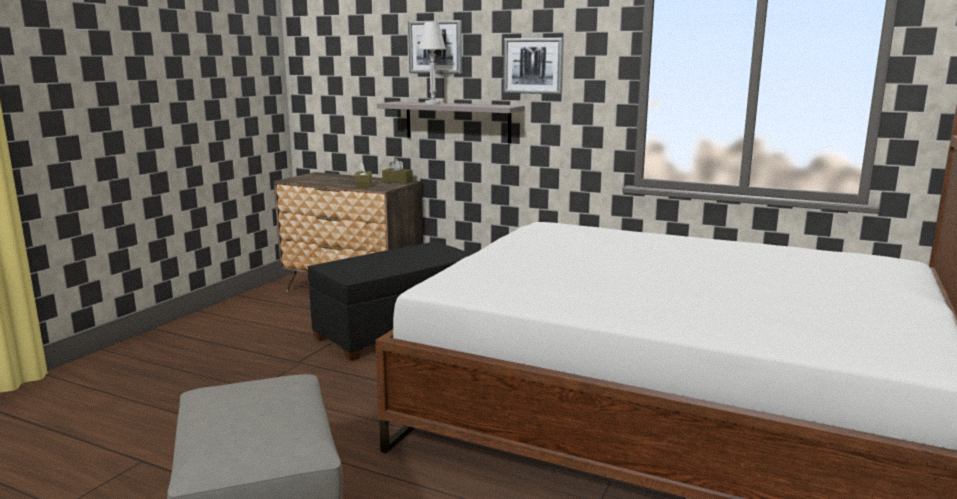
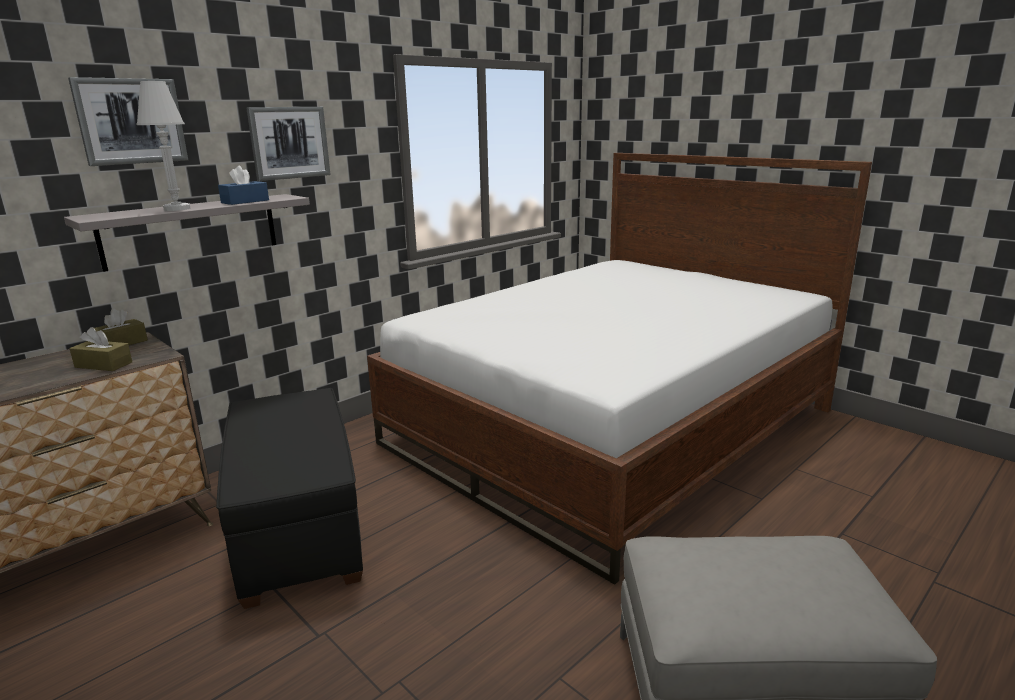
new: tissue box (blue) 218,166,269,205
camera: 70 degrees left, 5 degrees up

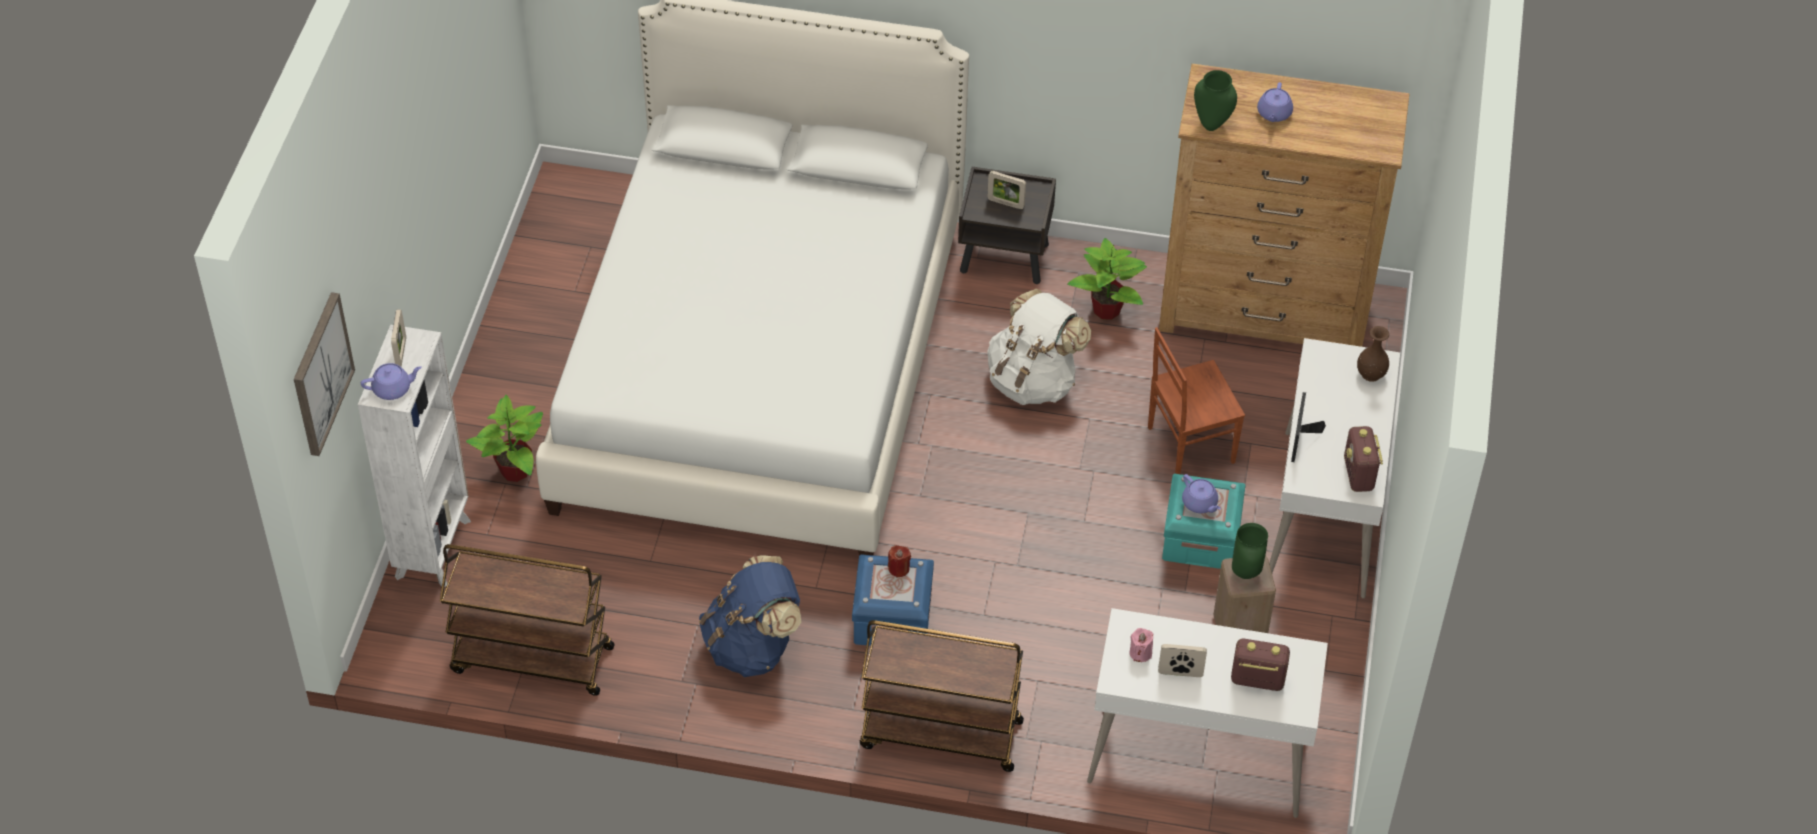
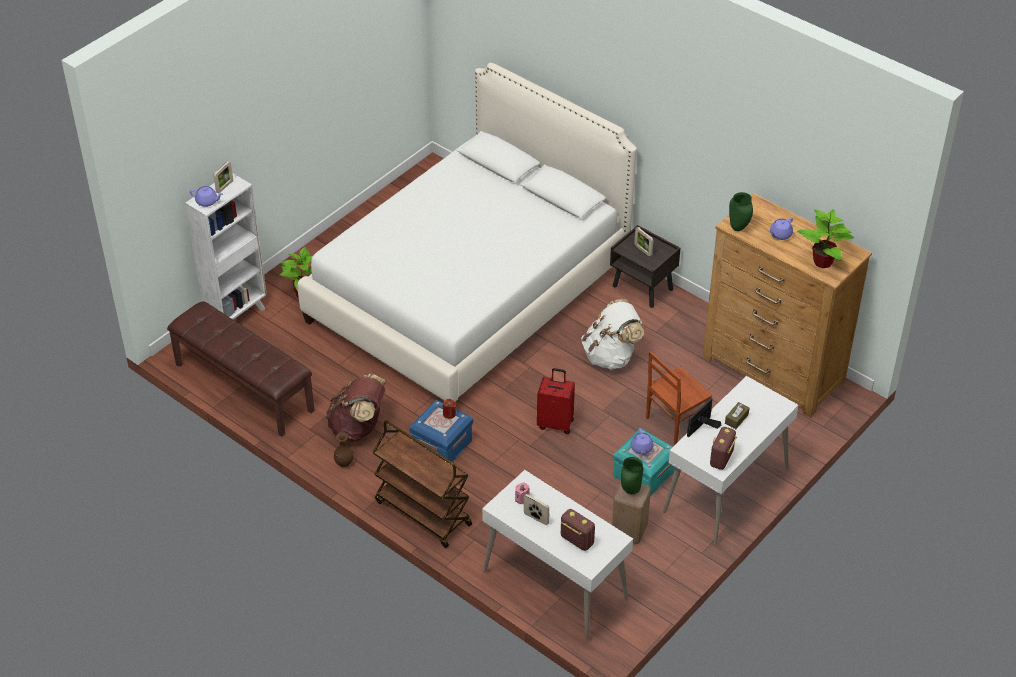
gone: picture 294,292,355,456
new: suitcase (red) 537,368,575,434; tissue box (brown) 725,402,749,429
shifted: potted plant 1067,238,1147,320 to 797,209,855,268; vase (brown) 1357,326,1389,382 to 334,433,354,467
swapped: cart (brown) 440,544,615,696 to bench (brown) 167,301,315,437
repainted: backpack (blue) 699,555,801,677 to backpack (brown) 326,374,386,442
rotated: chair (brown) 1148,327,1245,474 = 646,351,712,445 45 degrees counterclockwise
camera: 30 degrees right, 5 degrees down

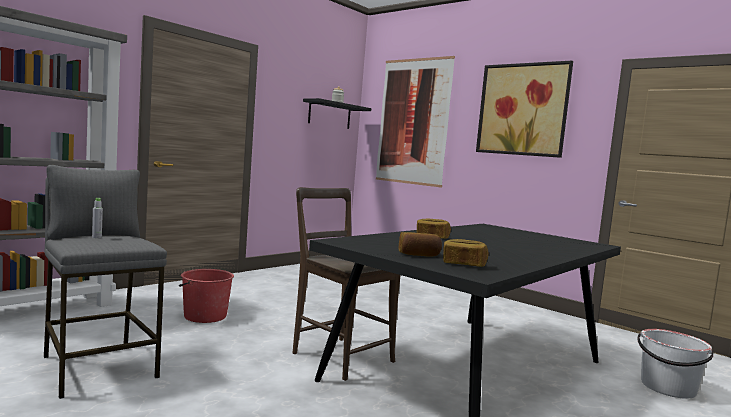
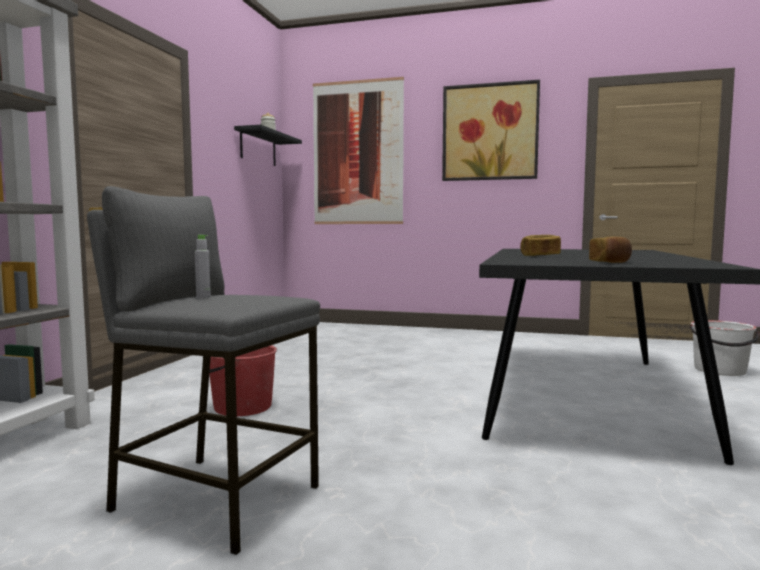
gone: chair (brown) 293,187,401,381; bread 443,239,489,267
camera: 25 degrees left, 0 degrees up

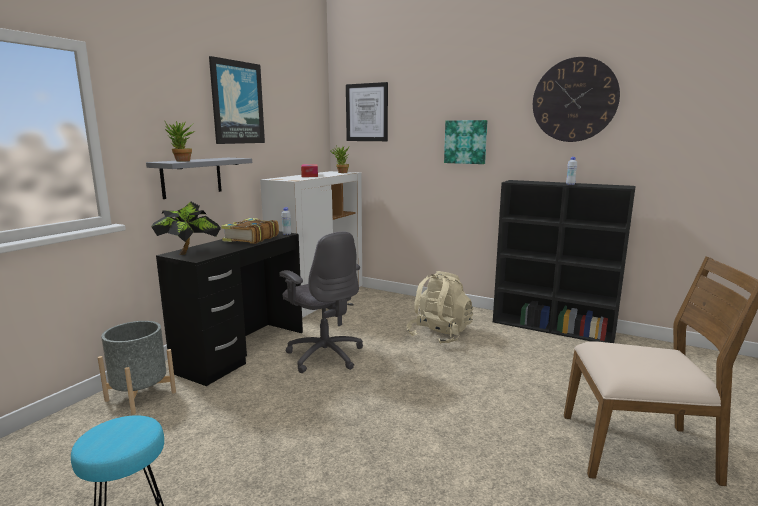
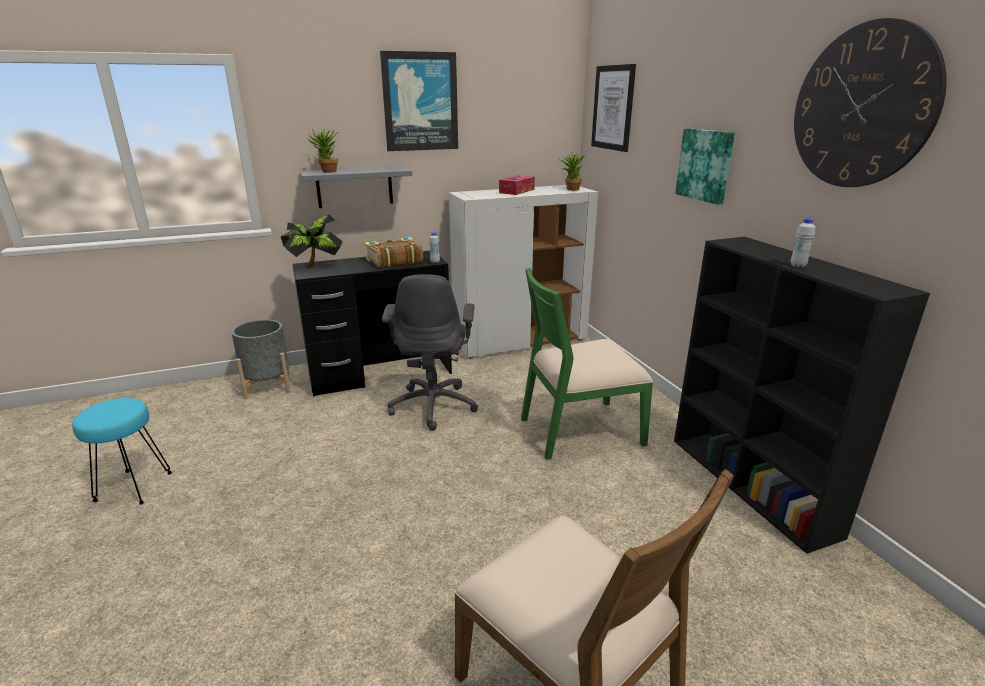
swapped: backpack (beige) 406,271,473,344 to chair (green) 521,268,653,460
camera: 40 degrees right, 10 degrees up

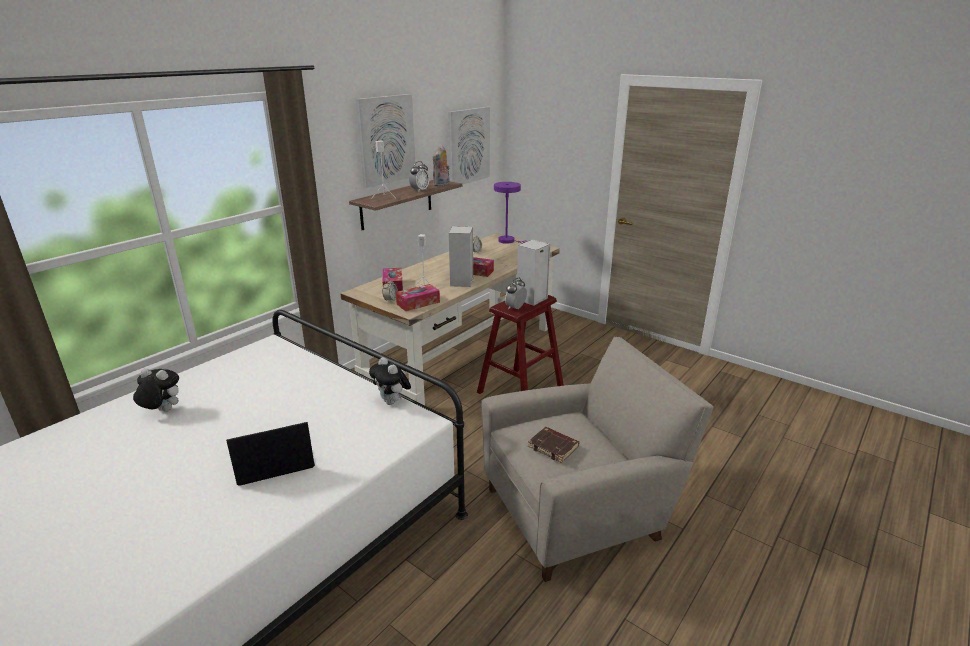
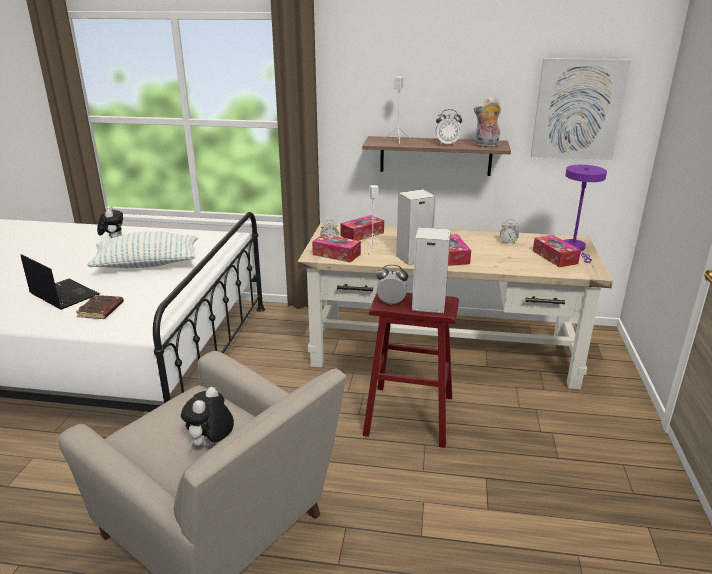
gone: picture 356,94,416,188
new: pillow 87,231,198,268; tissue box 533,235,581,267
shifted: plush toy 369,357,411,405 to 181,387,234,447; book (brown) 528,427,579,463 to 76,295,124,319
camera: 60 degrees right, 0 degrees up

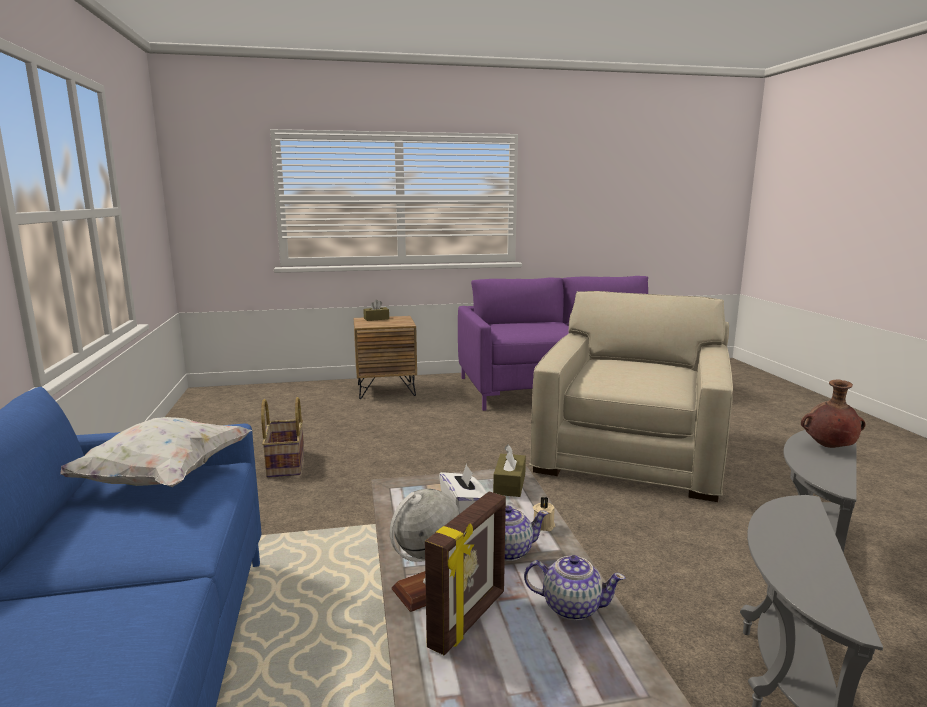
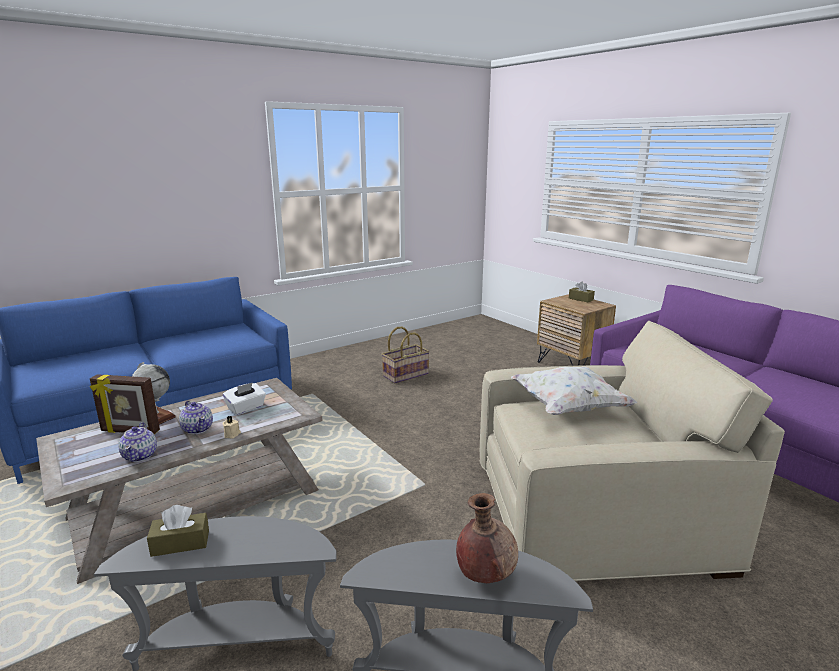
shifted: pillow (white) 60,417,252,487 to 511,367,637,415; tissue box (brown) 493,444,526,497 to 147,505,209,557
camera: 65 degrees right, 5 degrees up

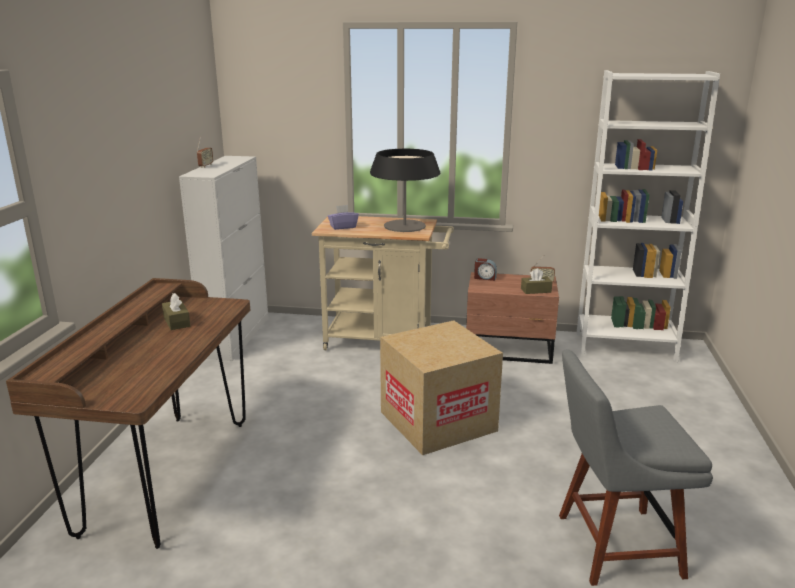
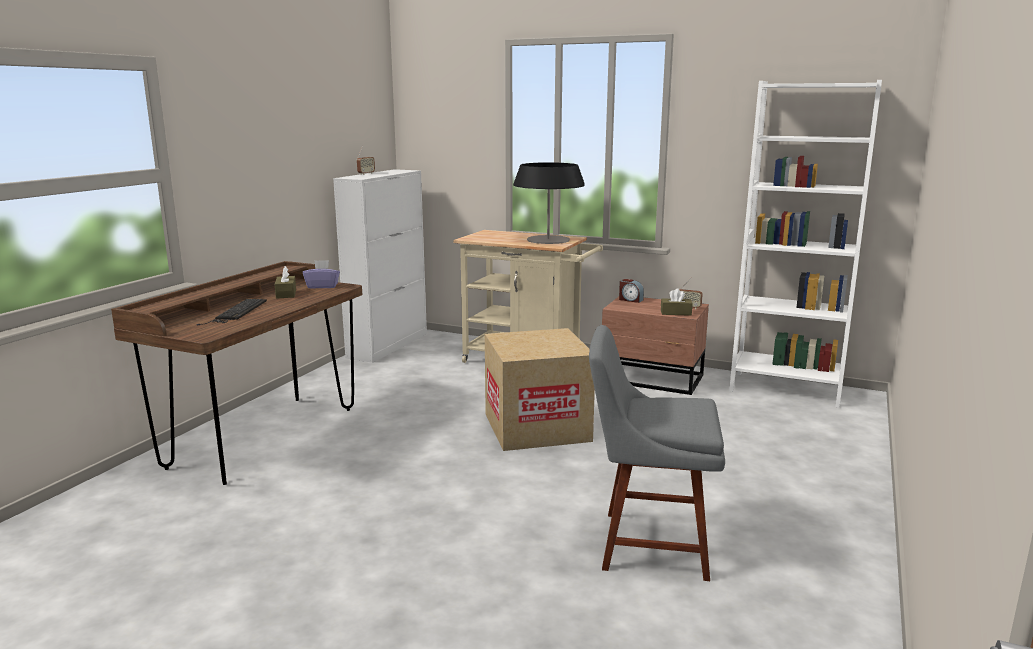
new: keyboard 196,299,267,325
shifted: tissue box (purple) 328,205,359,230 to 303,260,340,288
camera: 15 degrees right, 5 degrees down

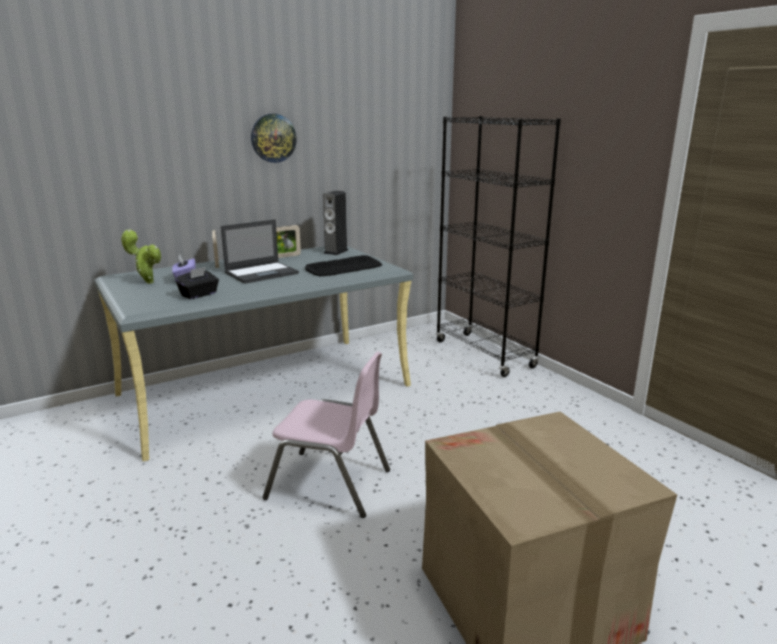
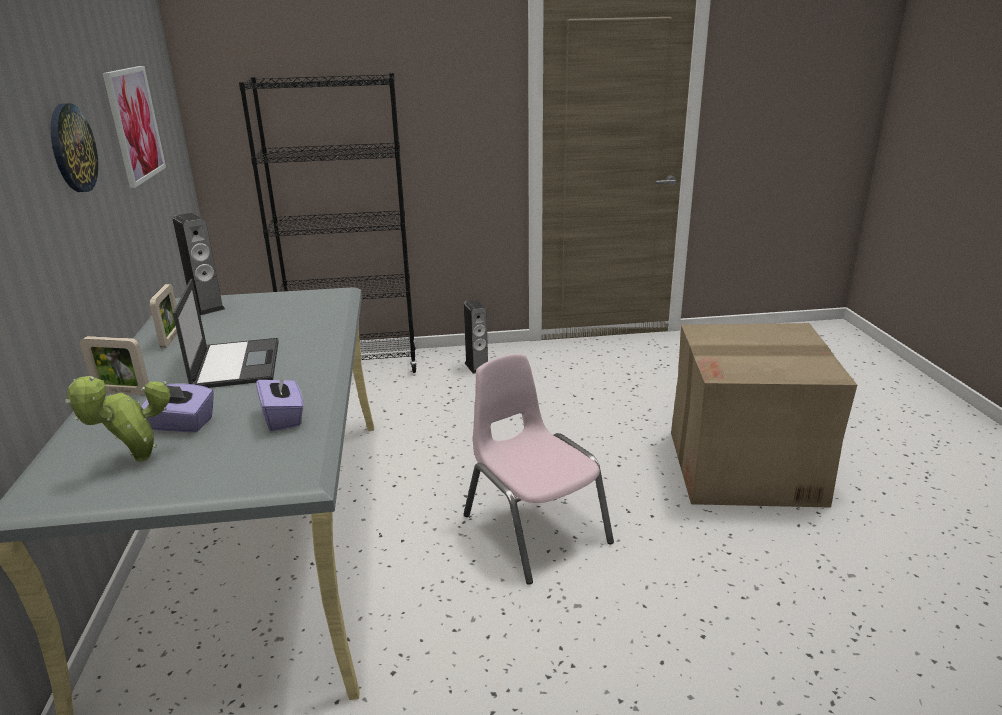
gone: keyboard 305,255,382,276
new: picture 103,66,166,188; speaker 464,300,488,374
repainted: tissue box (black) 175,267,219,299 to tissue box (purple) 256,369,304,431
rotated: chair (pink) 262,352,390,518 = 464,354,614,585 75 degrees counterclockwise
camera: 65 degrees left, 5 degrees up

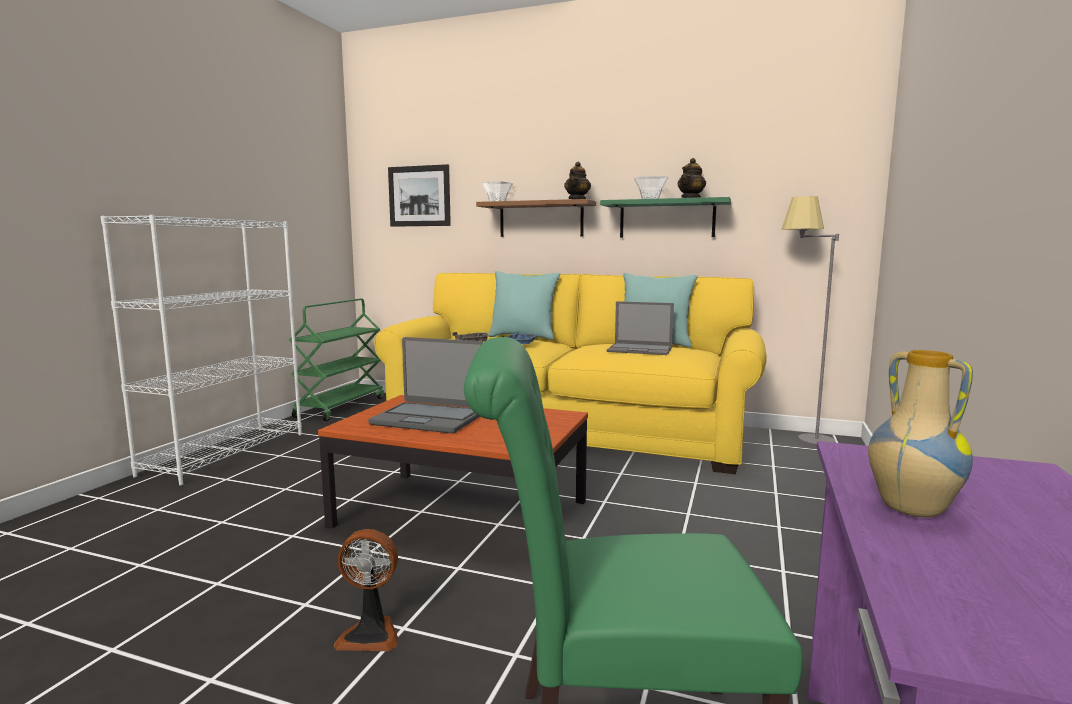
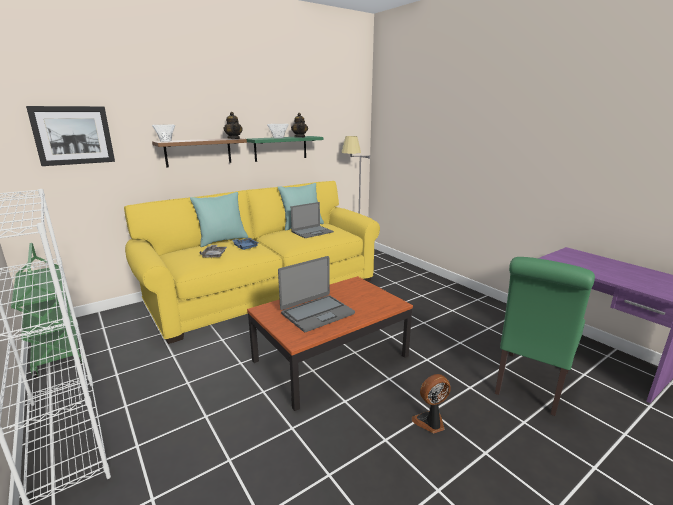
gone: vase 868,350,973,517
rotated: fan 334,529,398,651 = 412,374,451,433 150 degrees counterclockwise
camera: 55 degrees left, 10 degrees up

